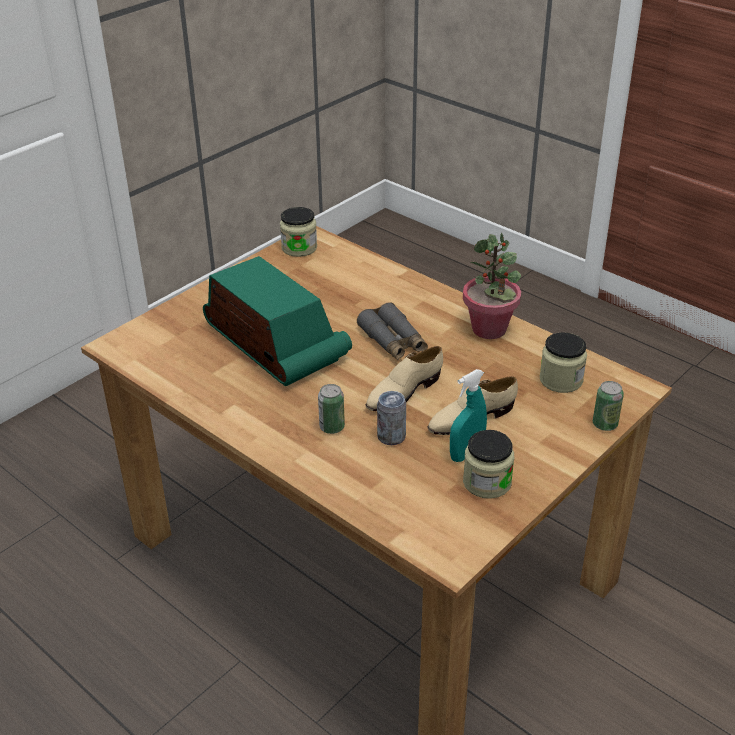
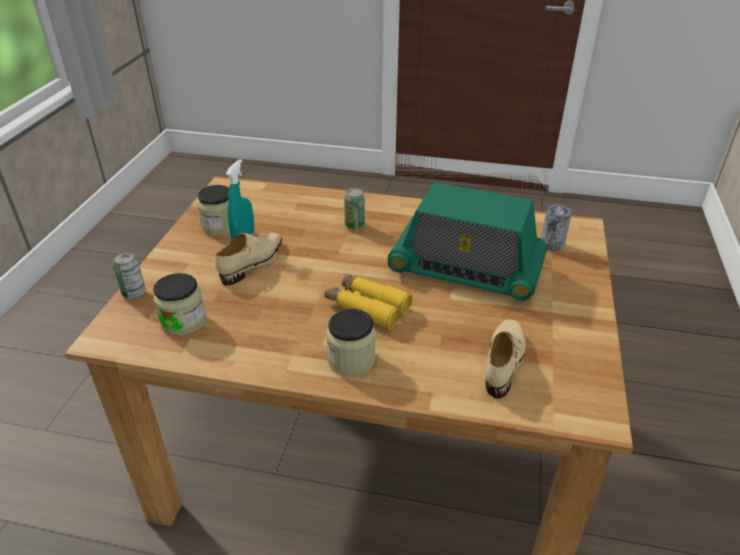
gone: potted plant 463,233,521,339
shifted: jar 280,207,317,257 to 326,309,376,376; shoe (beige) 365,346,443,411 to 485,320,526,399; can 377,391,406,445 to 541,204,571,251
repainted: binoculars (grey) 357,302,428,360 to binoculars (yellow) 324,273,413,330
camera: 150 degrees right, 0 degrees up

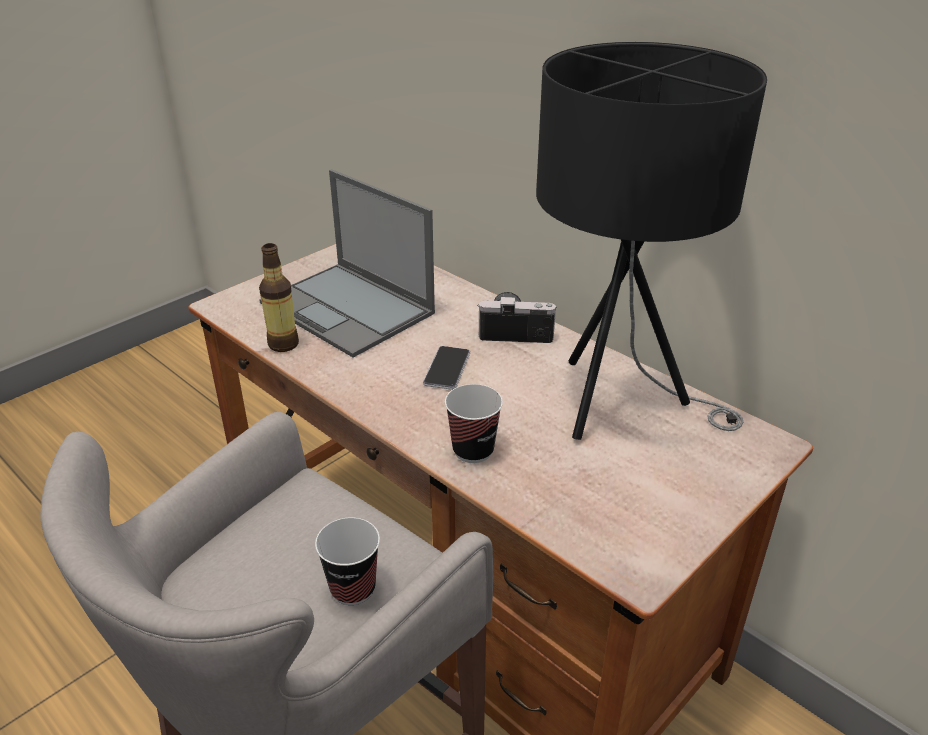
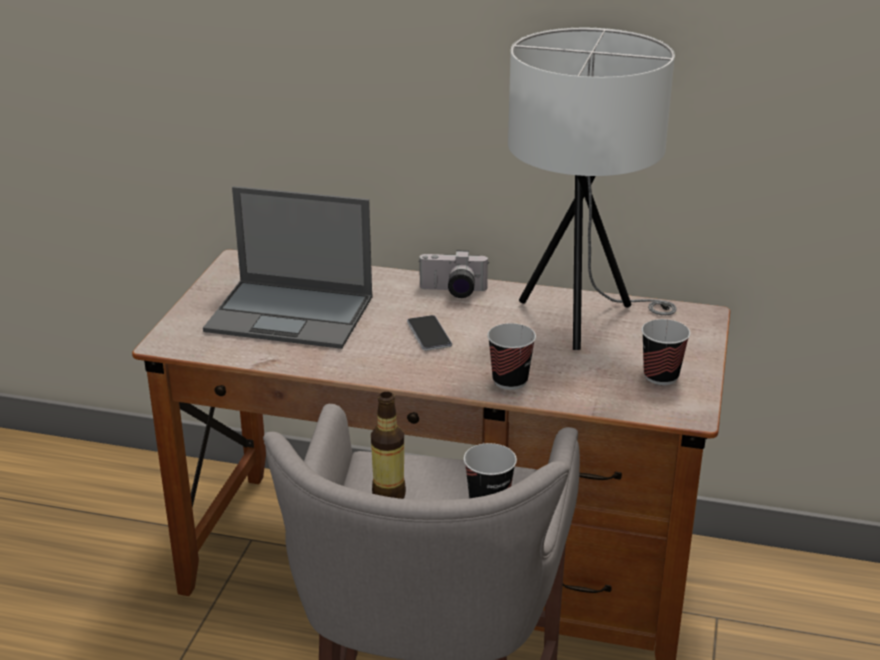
new: cup 642,319,690,385
shifted: bottle 259,243,299,352 to 371,392,406,499
repainted: table lamp (black) 536,42,767,440 to table lamp (white) 508,28,677,350
rotated: photo camera 477,292,557,343 = 418,250,489,298 150 degrees counterclockwise
camera: 30 degrees left, 5 degrees down

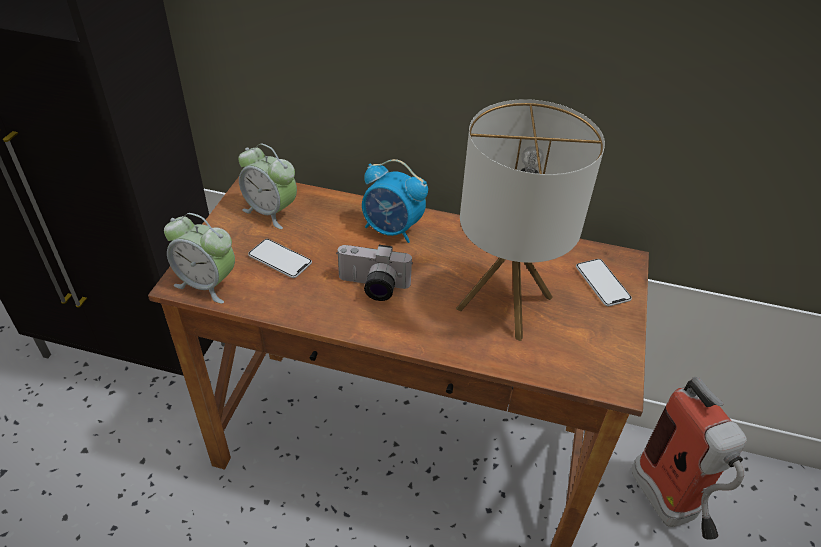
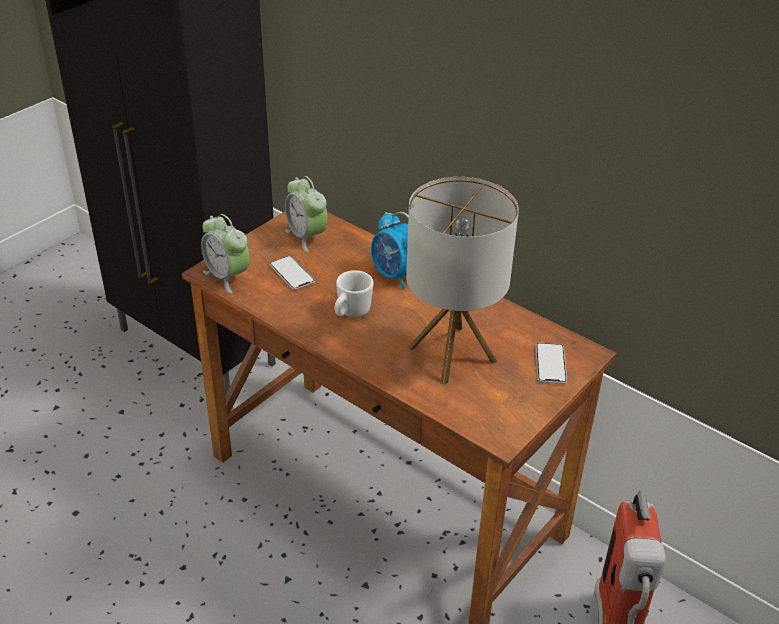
swapped: photo camera 337,245,413,301 to mug (white) 335,270,373,317
camera: 25 degrees right, 5 degrees down

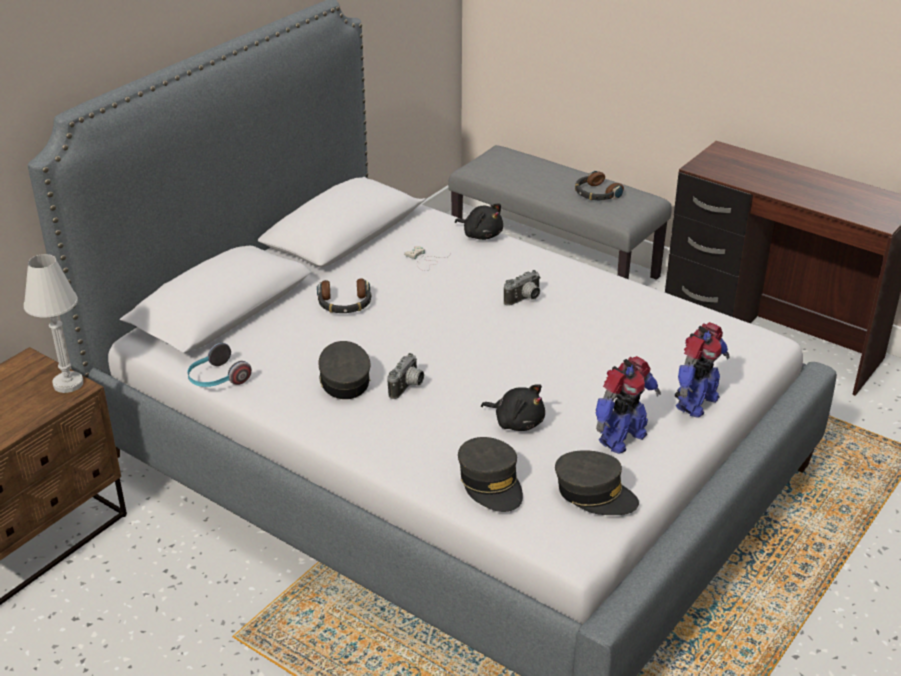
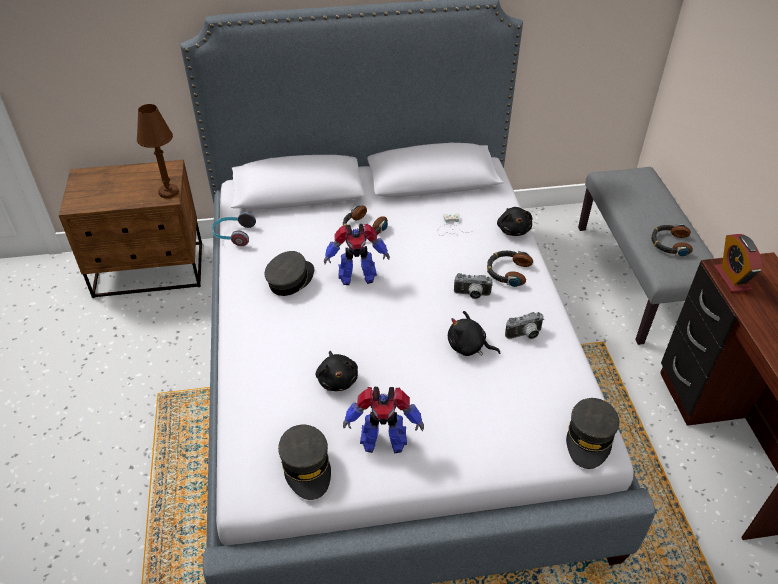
new: alarm clock 714,234,763,293; headphones 487,251,533,287; plush toy (black) 448,311,500,356
shifted: toy robot 675,322,730,418 to 324,224,390,285; photo camera 387,353,424,399 to 505,312,544,339; cap (grey) 458,437,523,512 to 566,398,619,469
repainted: table lamp (white) 24,254,83,393 to table lamp (brown) 137,104,179,198
camera: 45 degrees right, 10 degrees up

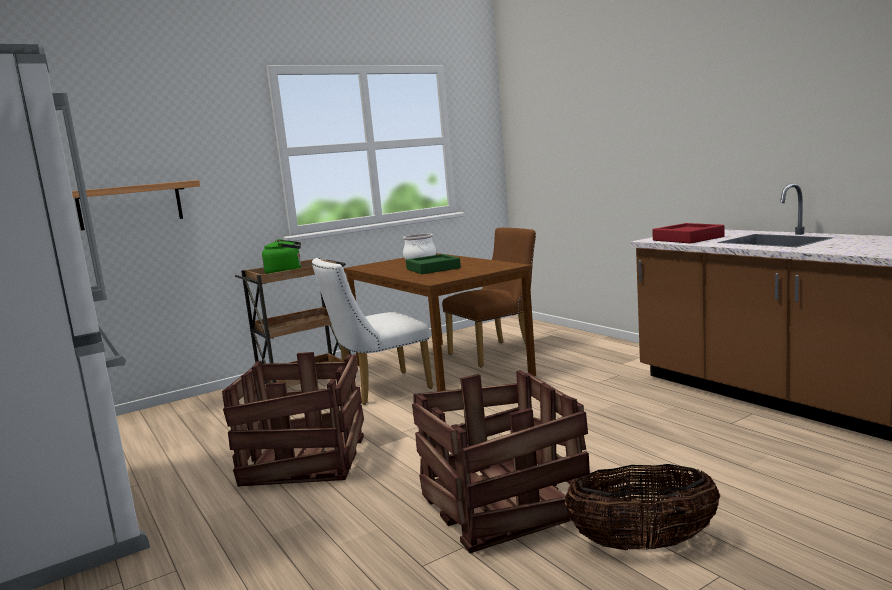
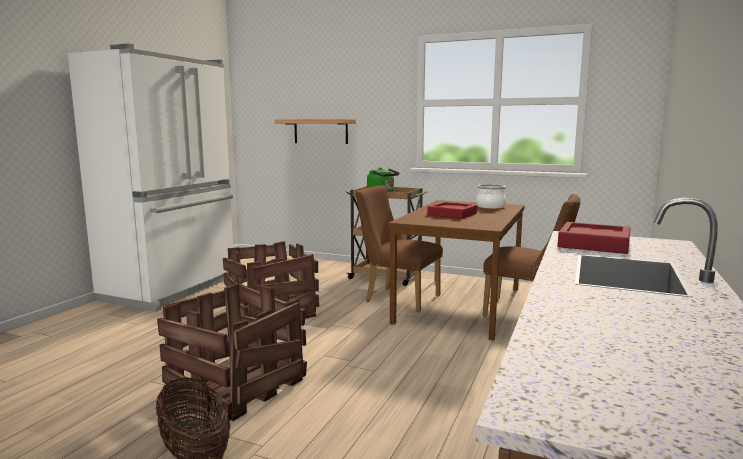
repainted: tray (green) 406,254,461,274 to tray (red) 427,202,477,219; chair (white) 312,258,433,405 to chair (brown) 355,186,443,312
camera: 55 degrees right, 0 degrees up

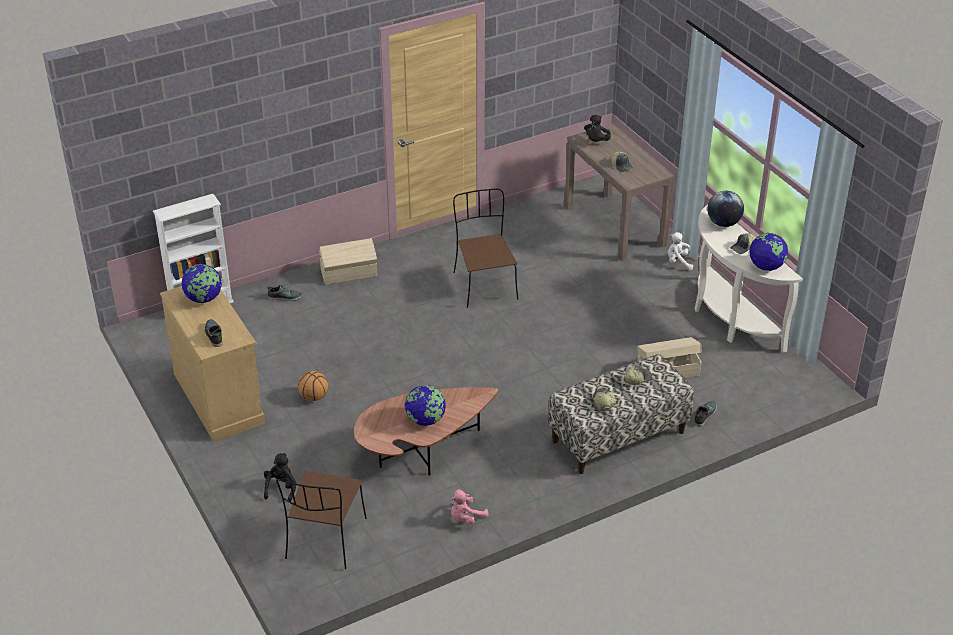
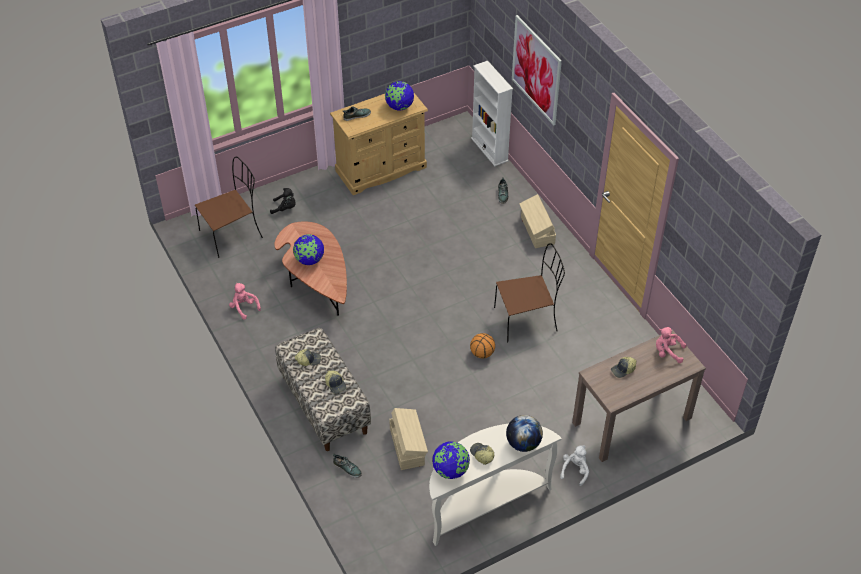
new: picture 512,15,562,125
shifted: basketball 298,371,328,401 to 470,333,495,358
repainted: plush toy (black) 584,115,611,142 to plush toy (pink) 656,327,686,363
rotated: chair (brown) 276,471,367,569 = 195,157,263,258 135 degrees clockwise
camera: 90 degrees right, 10 degrees up

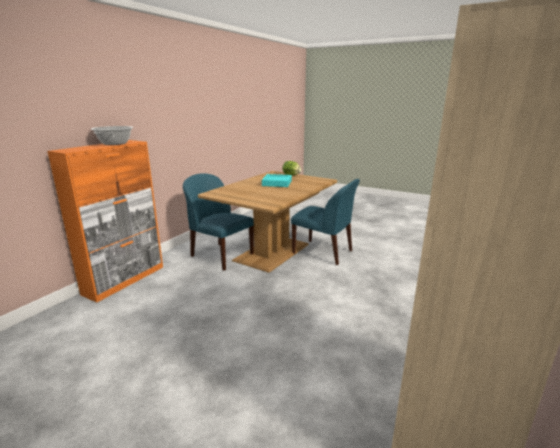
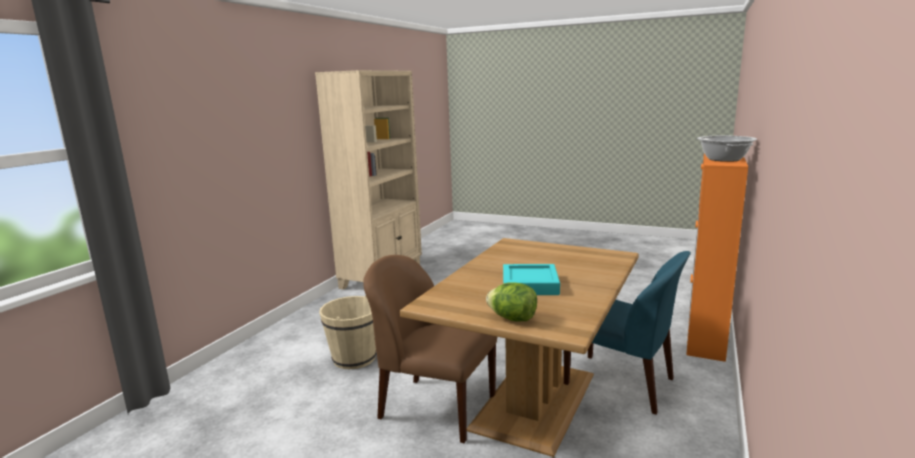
new: bucket (beige) 319,295,376,369
repainted: chair (blue) 291,179,360,265 to chair (brown) 363,255,497,443
camera: 175 degrees right, 5 degrees down

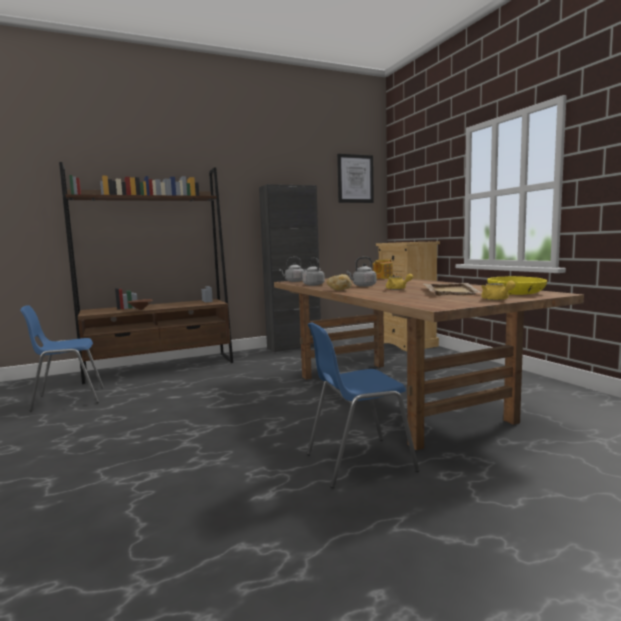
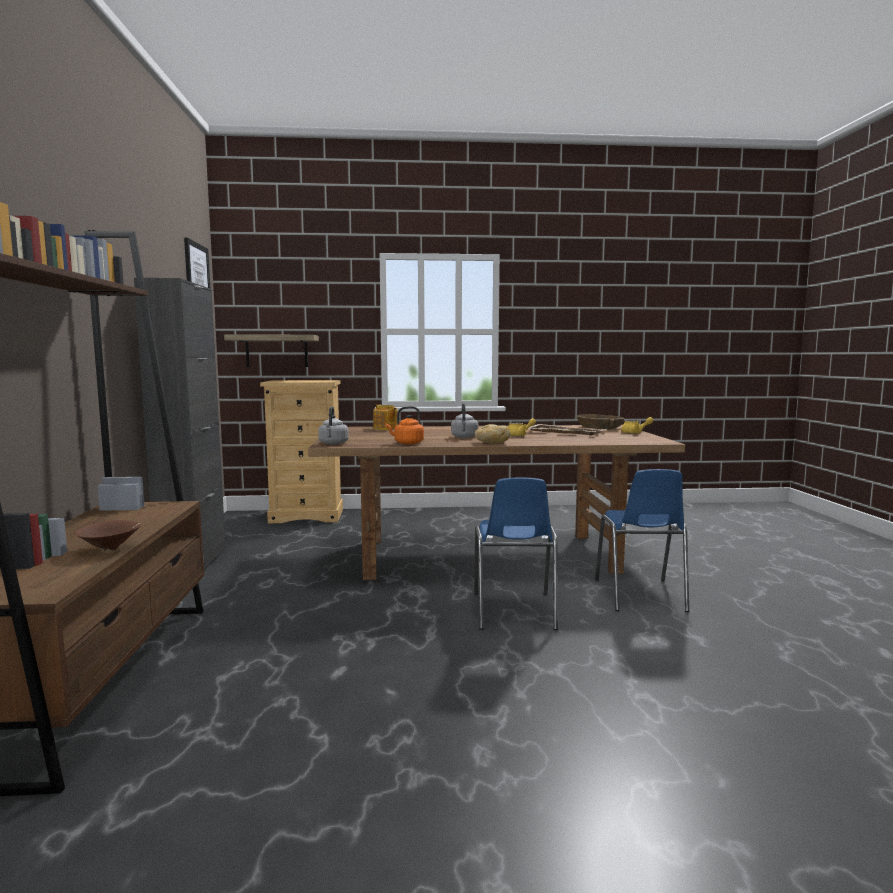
new: shelf 224,334,319,367
shifted: chair (blue) 20,305,104,411 to 474,477,558,630
repainted: kettle (grey) 302,258,325,286 to kettle (orange) 385,406,424,444; bowl (yellow) 487,276,547,295 to bowl (brown) 577,415,624,429
camera: 70 degrees left, 0 degrees up

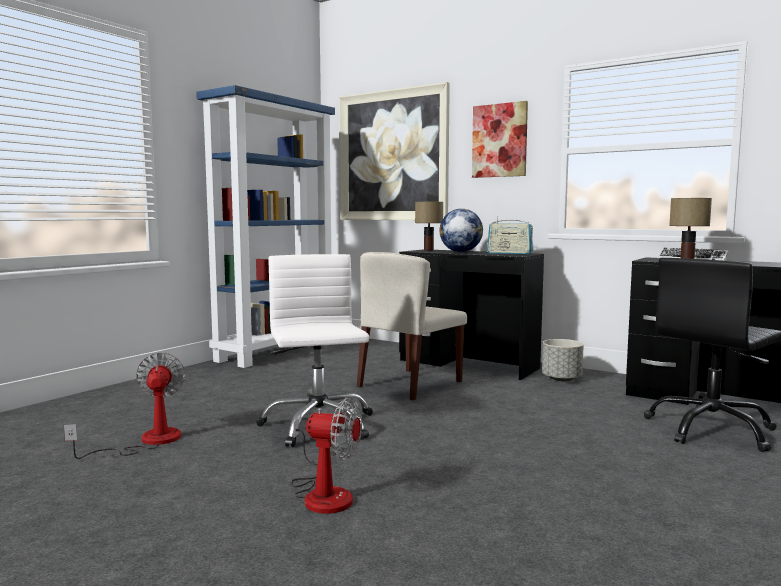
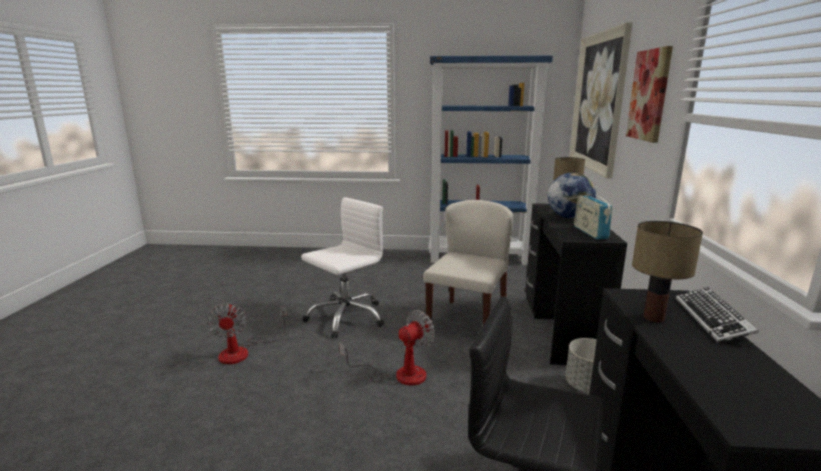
shifted: fan 64,352,186,459 to 339,310,435,386
rotated: chair (beige) 357,252,467,400 = 423,200,513,330 105 degrees clockwise
camera: 60 degrees right, 10 degrees up

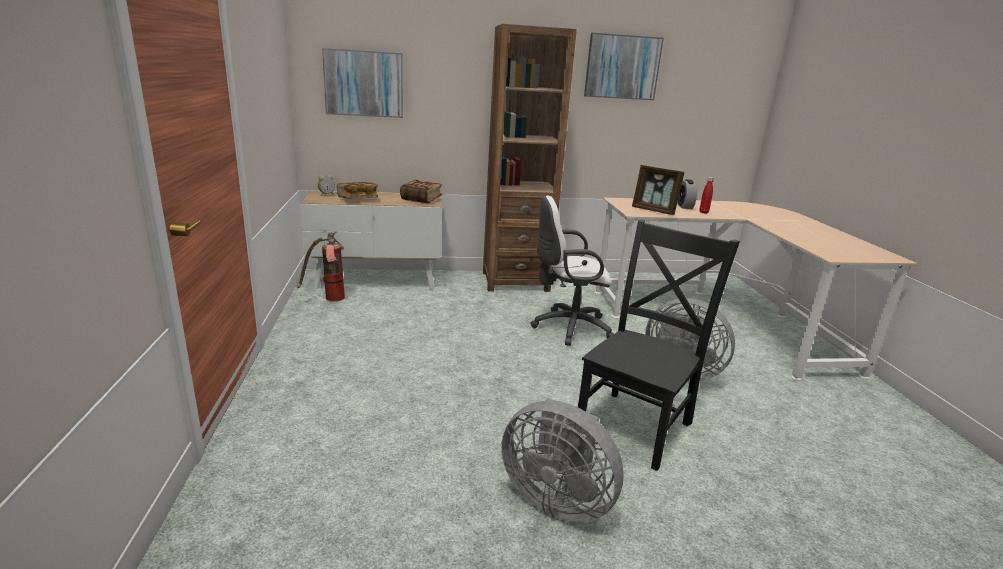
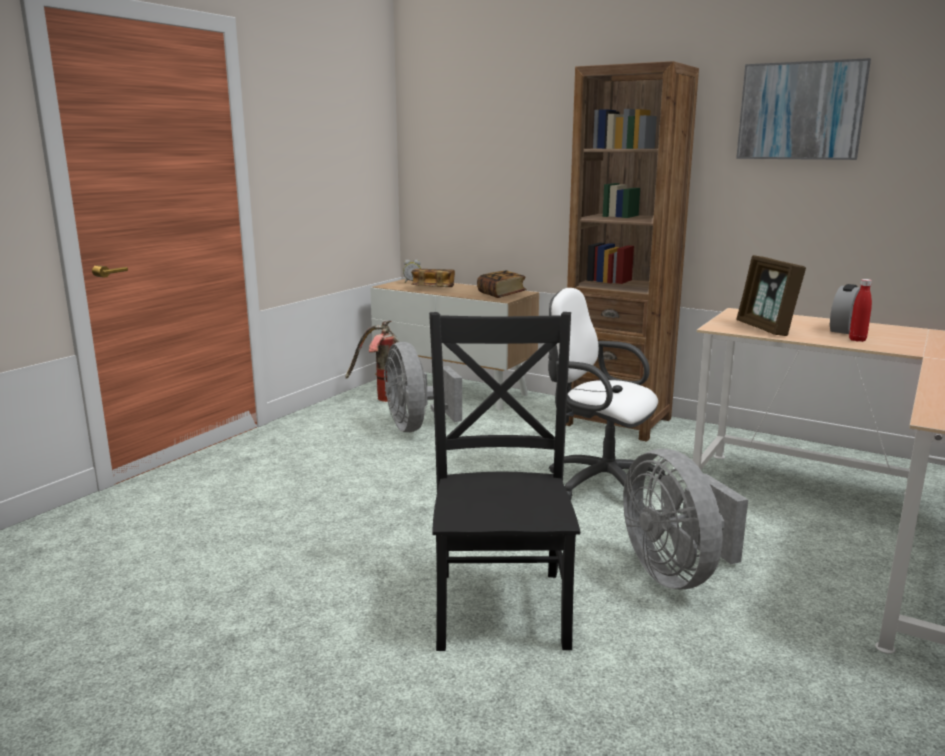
gone: picture 322,48,403,118
shifted: fan (grey) 501,398,624,524 to 384,342,462,432
rotated: chair (black) 578,219,740,471 = 429,312,580,651 75 degrees counterclockwise
camera: 40 degrees right, 5 degrees down

